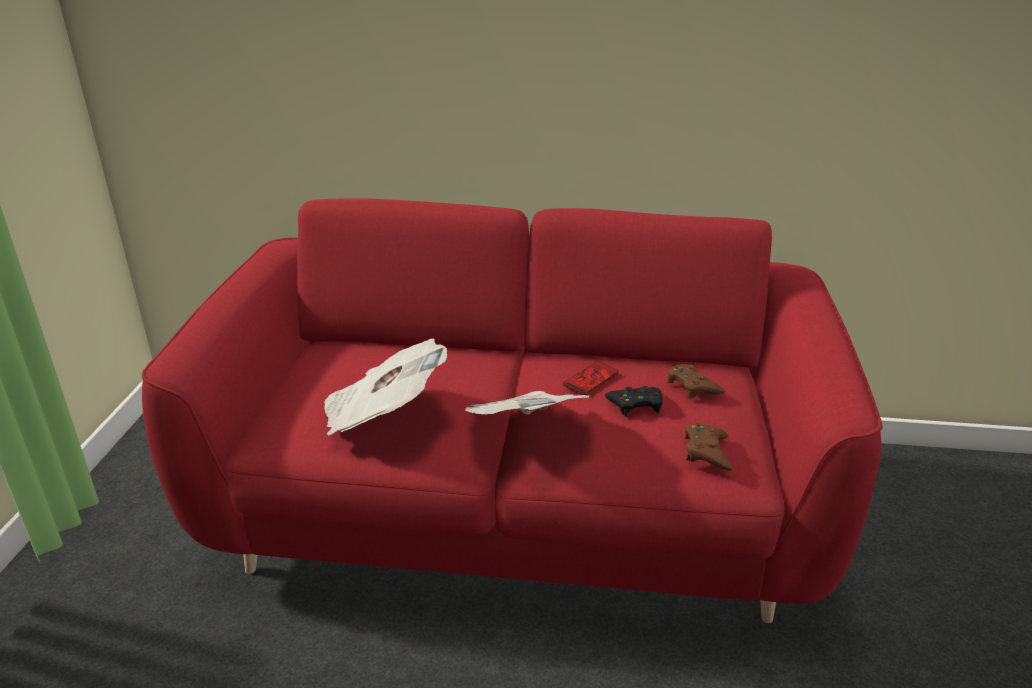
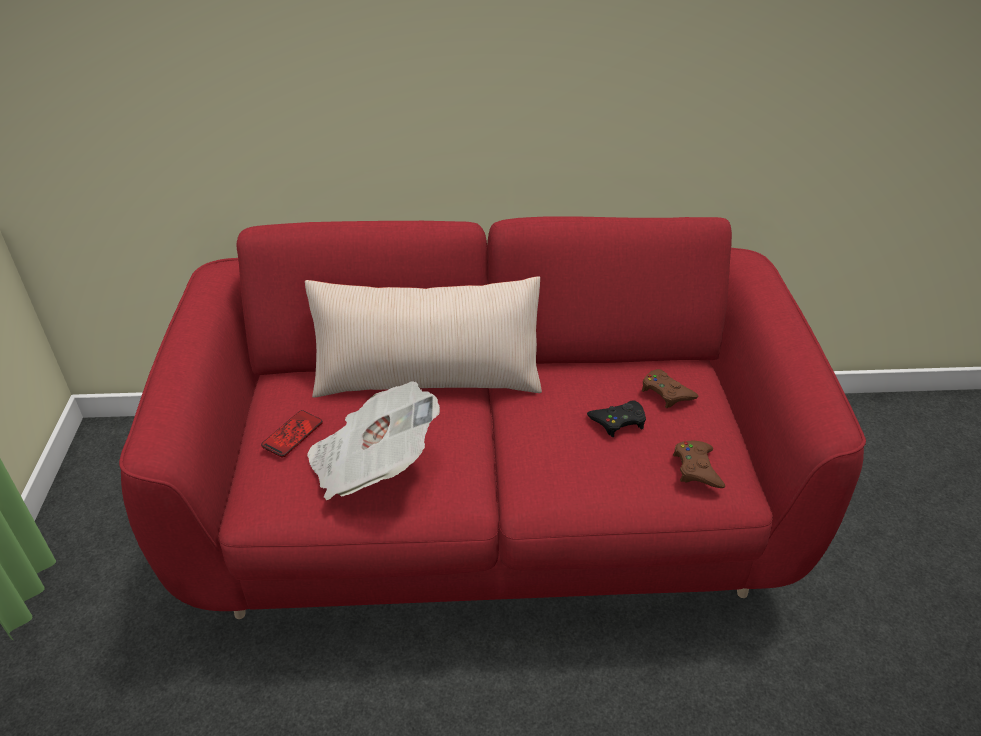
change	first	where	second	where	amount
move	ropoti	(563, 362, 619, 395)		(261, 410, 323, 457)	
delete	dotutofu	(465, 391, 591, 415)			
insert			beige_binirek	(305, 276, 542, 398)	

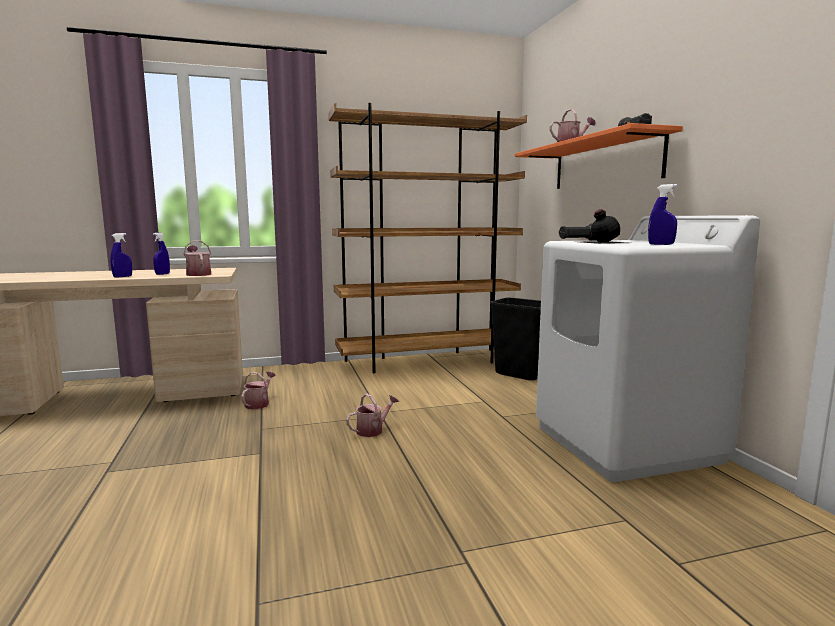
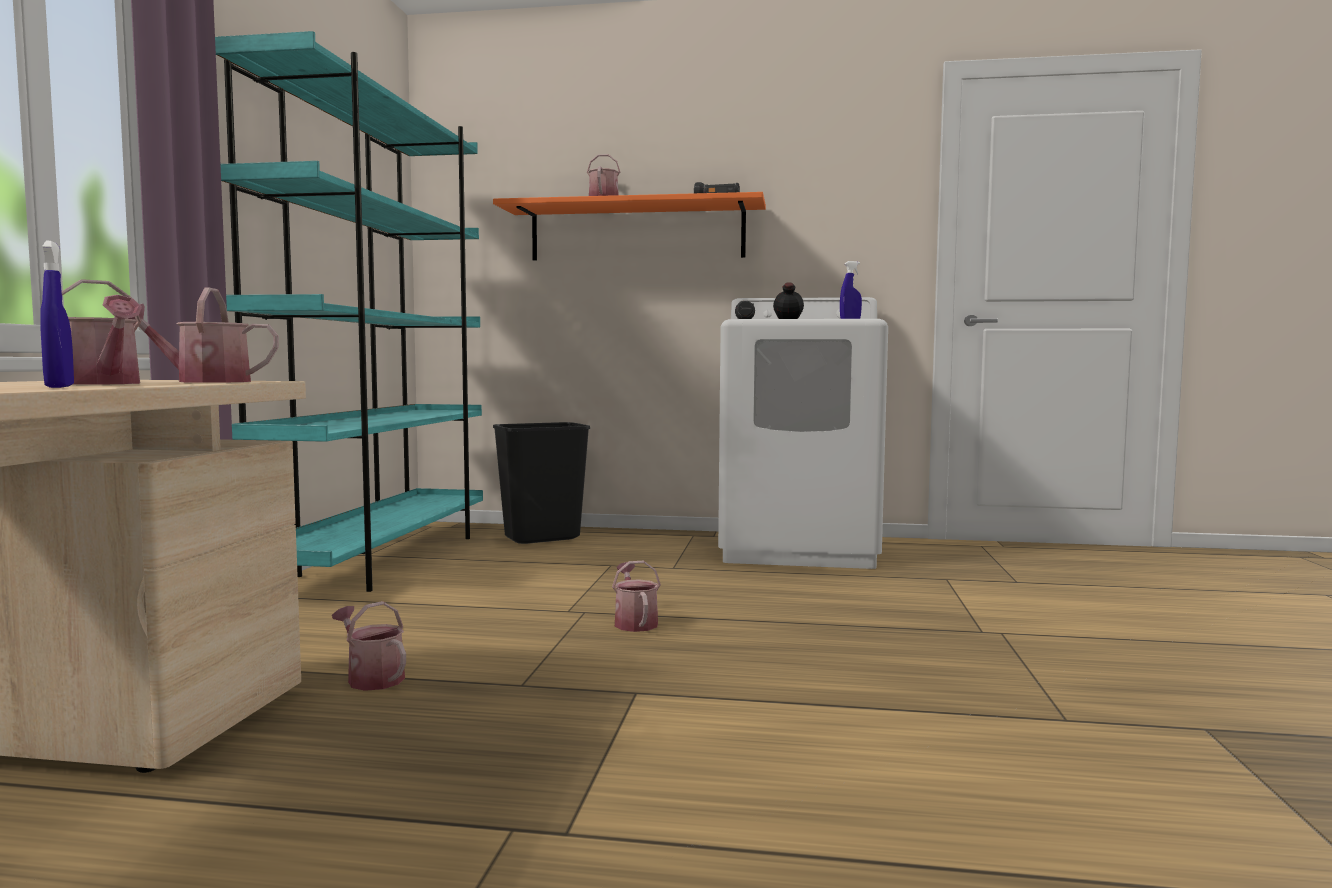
change	first	where	second	where	amount
recolor	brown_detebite	(328, 103, 527, 373)	turquoise_detebite	(215, 31, 483, 592)	
replace	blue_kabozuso	(153, 233, 170, 275)	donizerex	(61, 279, 142, 385)	

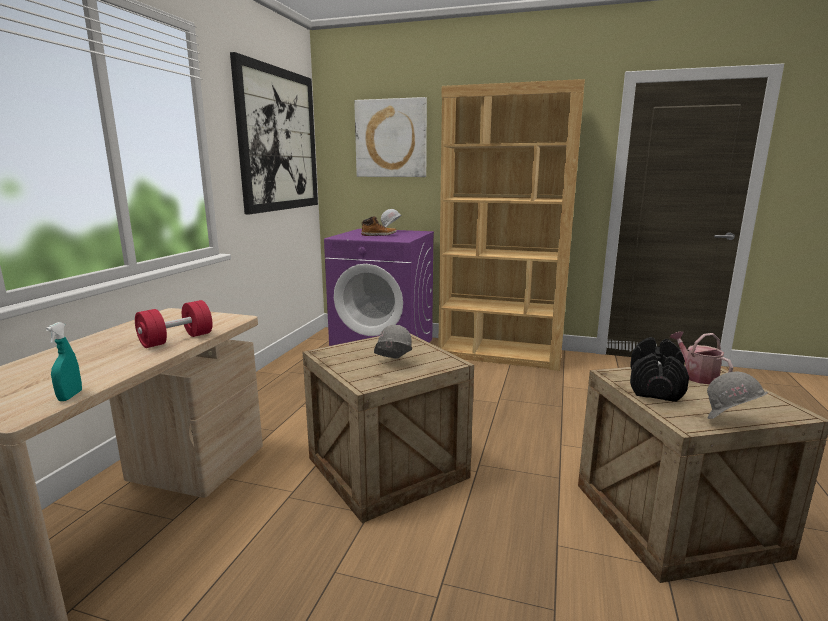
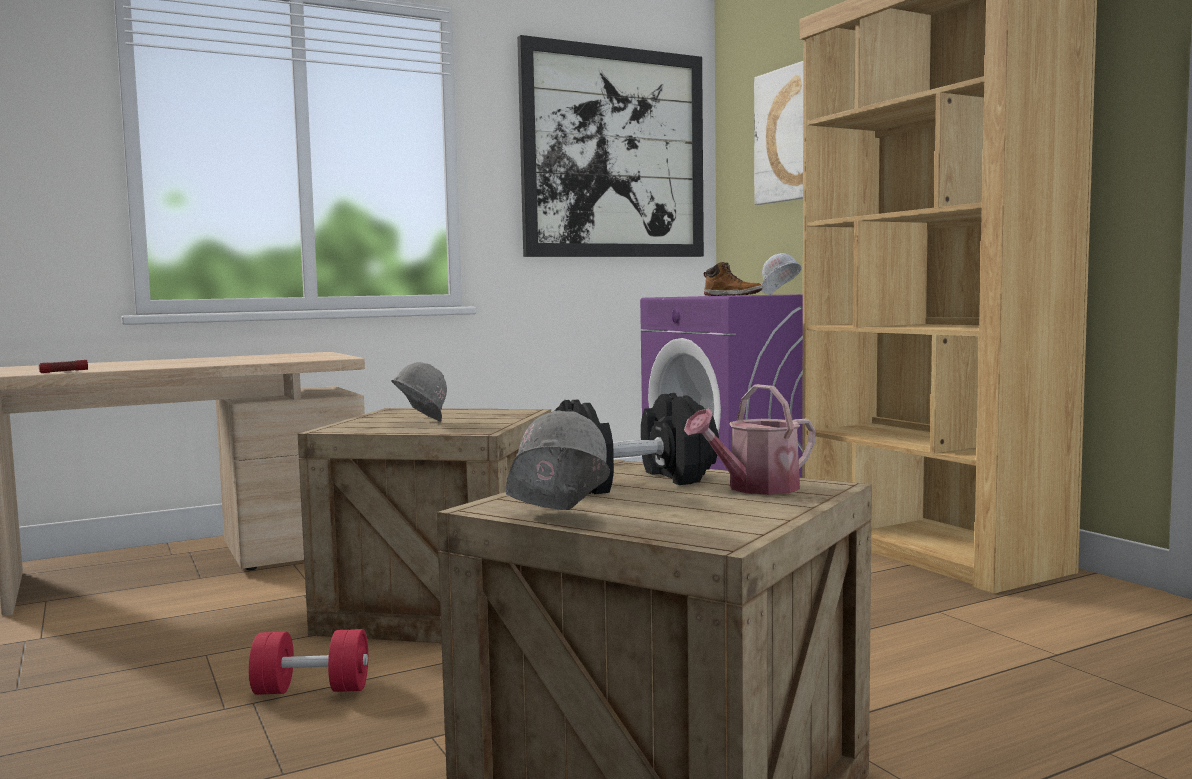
change	first	where	second	where	amount
move	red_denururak	(135, 300, 212, 348)		(249, 629, 368, 695)	
replace	turquoise_kabozuso	(46, 322, 82, 401)	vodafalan	(39, 360, 88, 373)	
rotate	donizerex	(670, 331, 733, 384)		(684, 384, 816, 495)	150 degrees counterclockwise

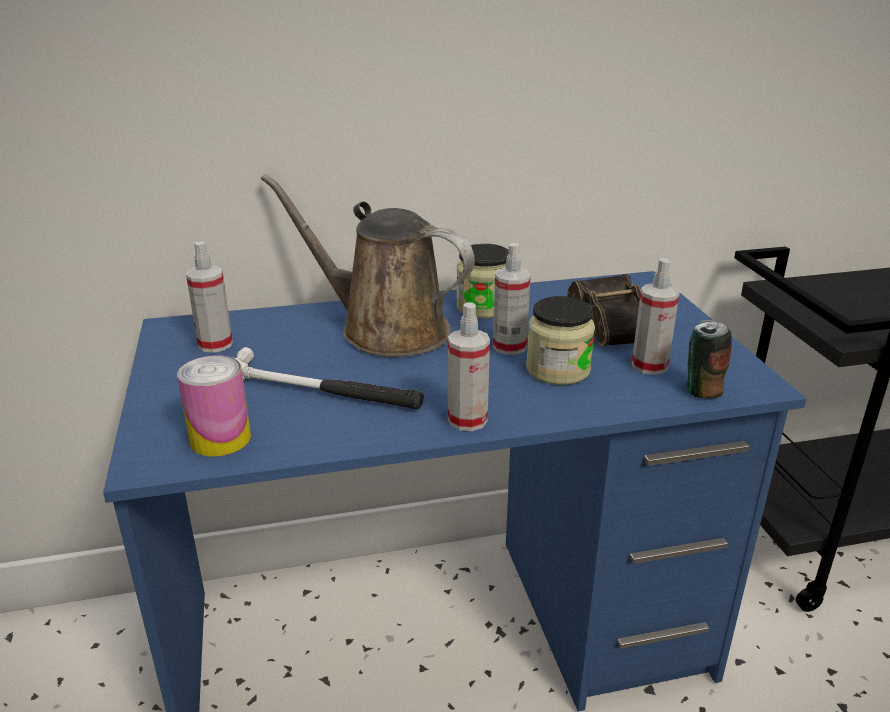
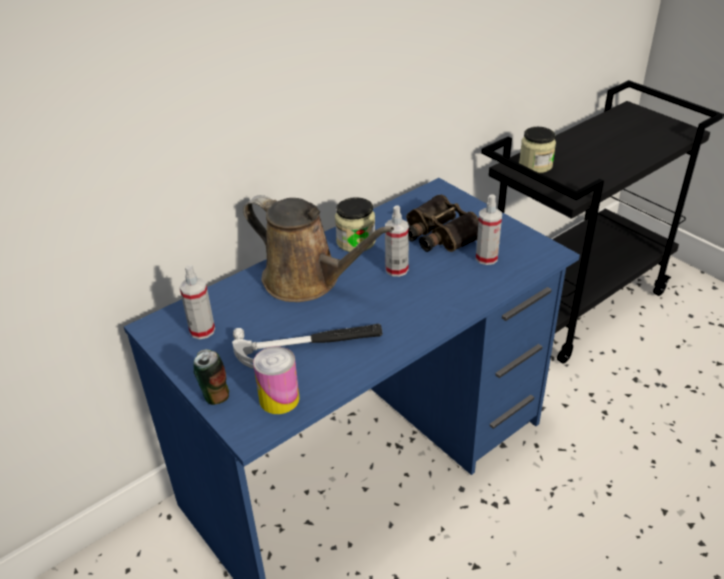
change	first	where	second	where	amount
rotate	brown_donizerex	(261, 174, 475, 357)		(243, 195, 394, 302)	150 degrees counterclockwise
move	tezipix	(526, 296, 595, 385)		(519, 127, 556, 173)	
delete	kabozuso	(448, 302, 490, 431)			
move	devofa	(686, 320, 731, 399)		(194, 349, 229, 405)	

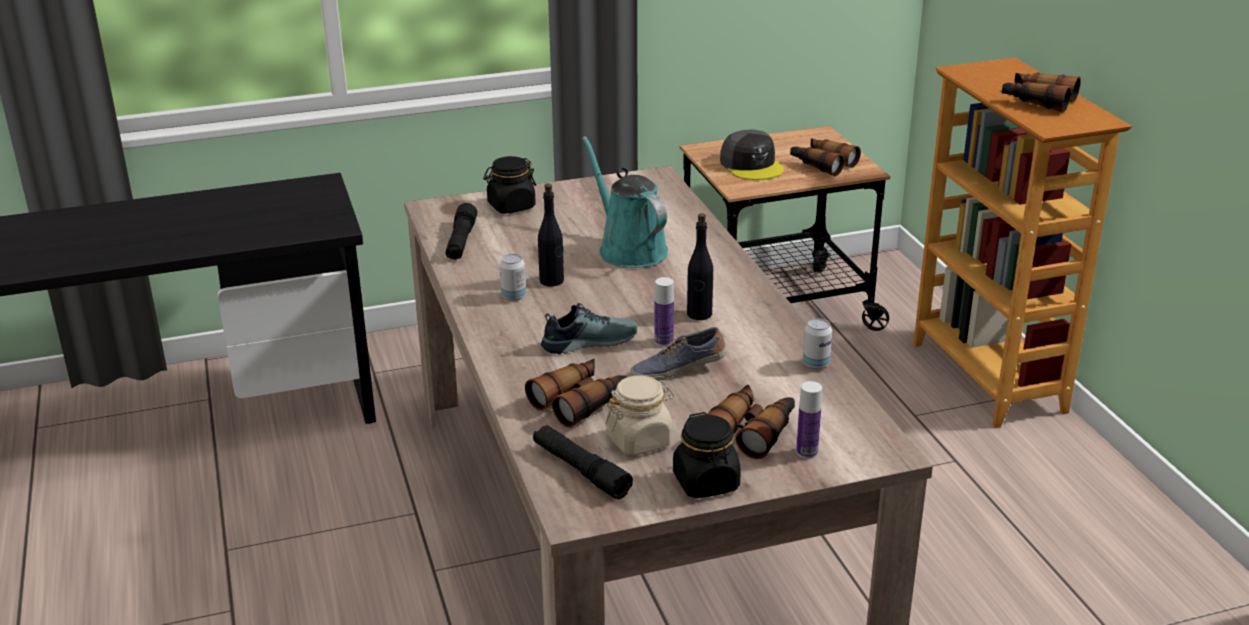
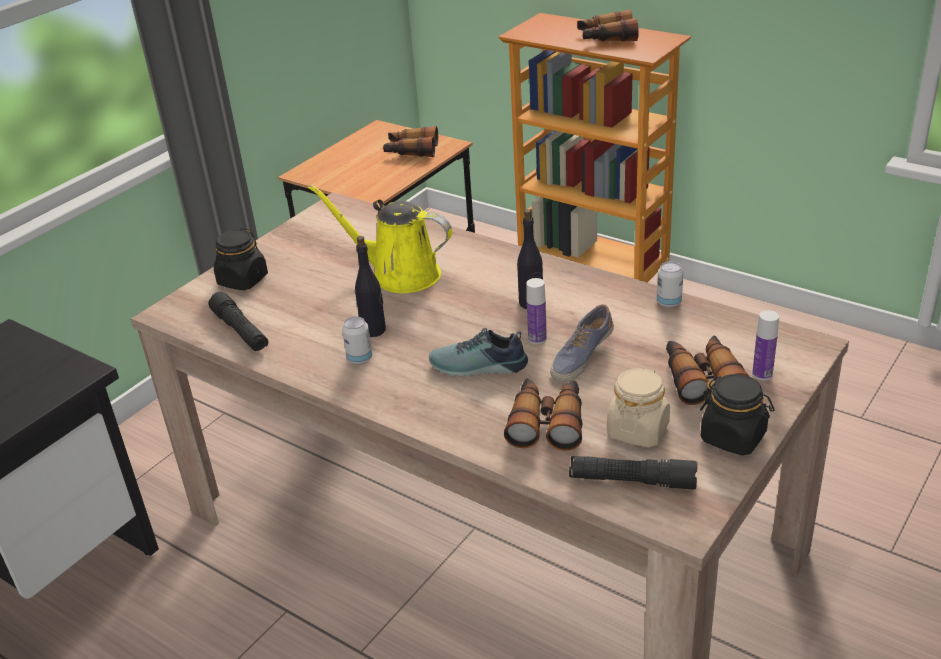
change	first	where	second	where	amount
delete	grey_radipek	(720, 129, 784, 180)			
recolor	turquoise_donizerex	(582, 136, 668, 268)	yellow_donizerex	(308, 185, 452, 293)	
rotate	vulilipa	(541, 303, 637, 354)		(429, 328, 528, 377)	120 degrees counterclockwise

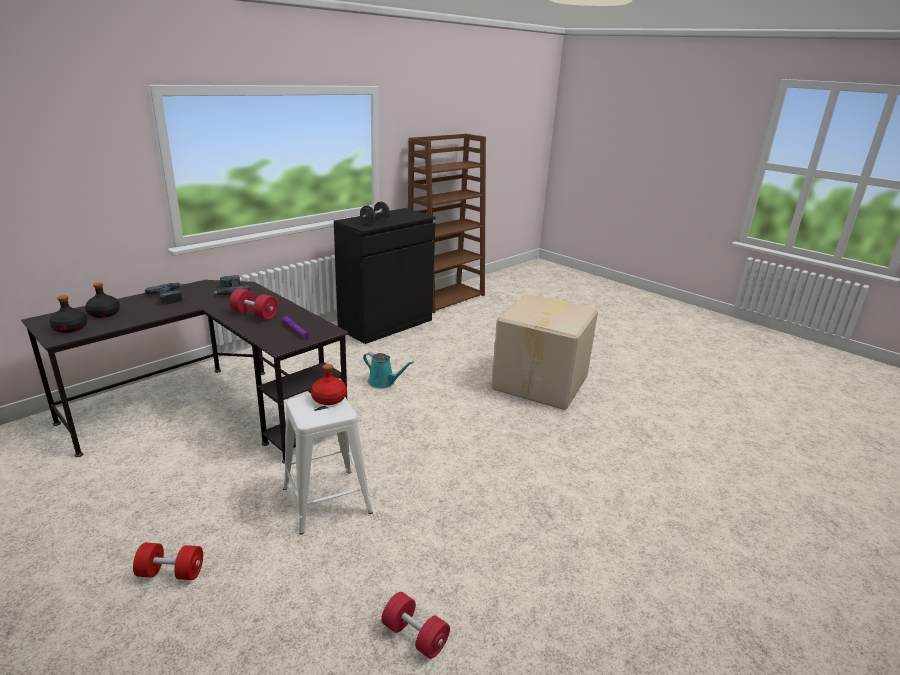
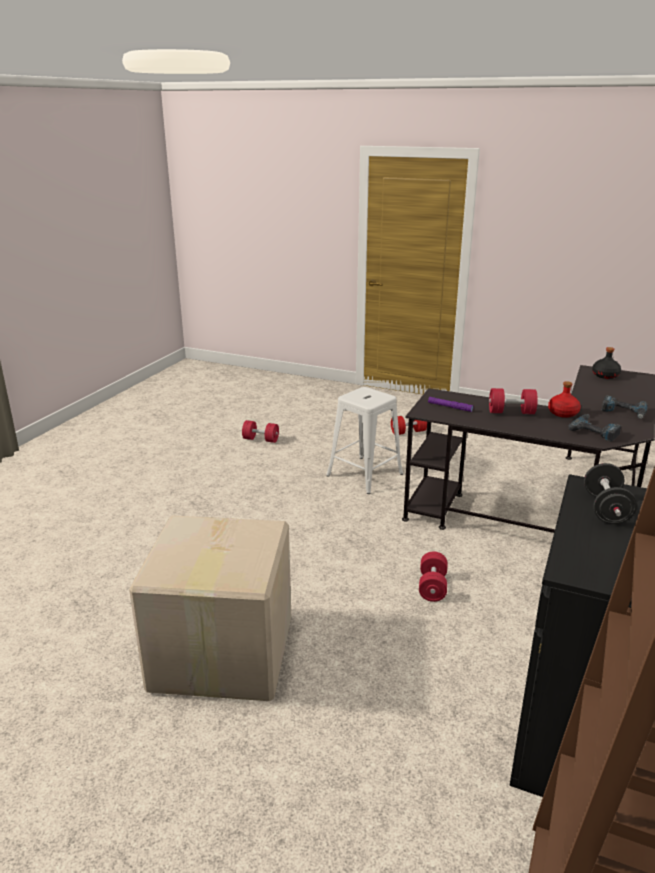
change	first	where	second	where	amount
delete	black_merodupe	(85, 282, 120, 318)			
replace	turquoise_donizerex	(363, 352, 414, 389)	red_denururak	(419, 551, 447, 602)	
move	red_merodupe	(311, 364, 347, 405)		(548, 381, 581, 418)	

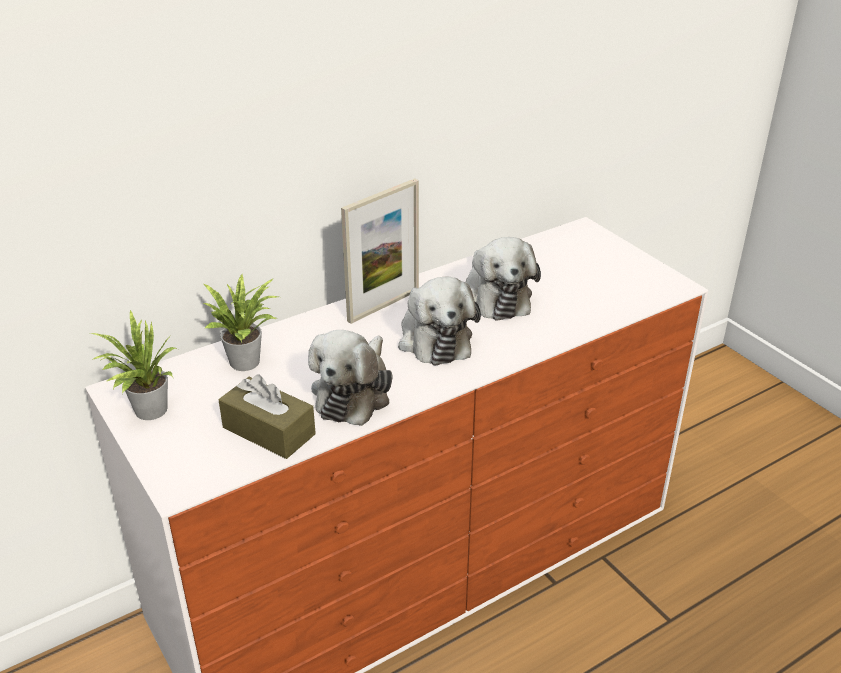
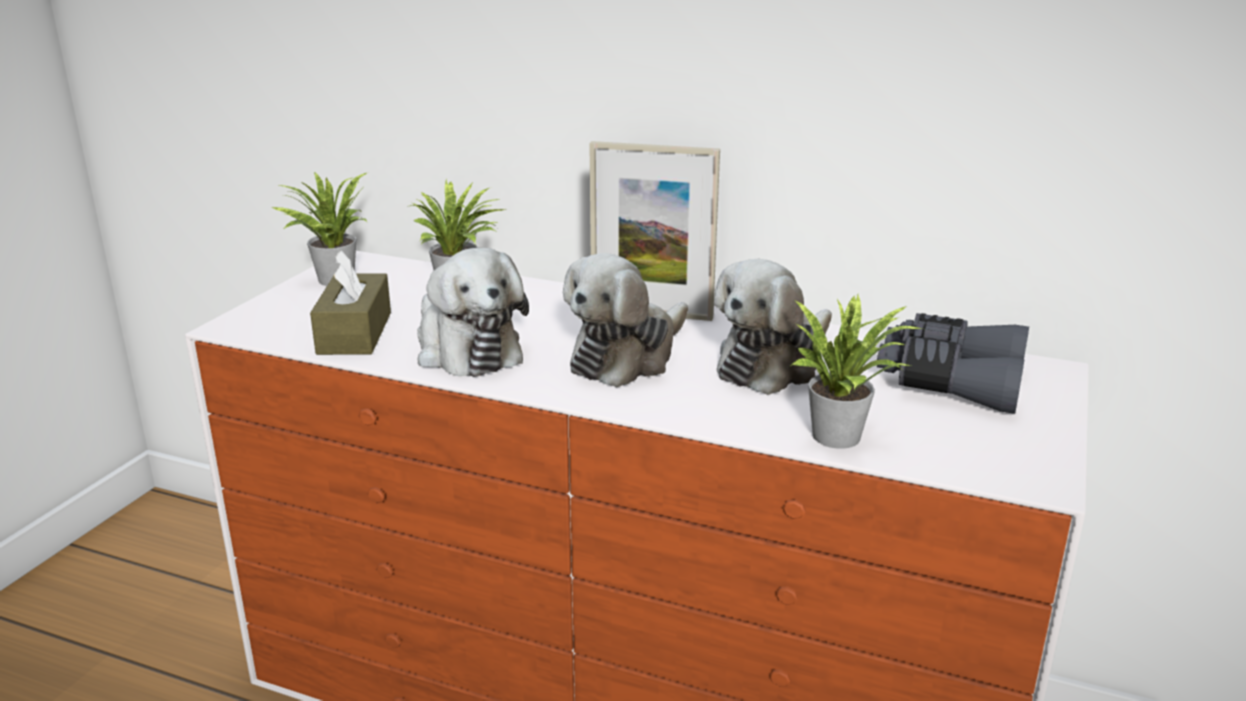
change	first	where	second	where	amount
rotate	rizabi	(308, 330, 393, 426)		(417, 248, 529, 377)	105 degrees counterclockwise
insert			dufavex	(791, 295, 923, 449)	
insert			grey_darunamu	(877, 313, 1029, 414)	

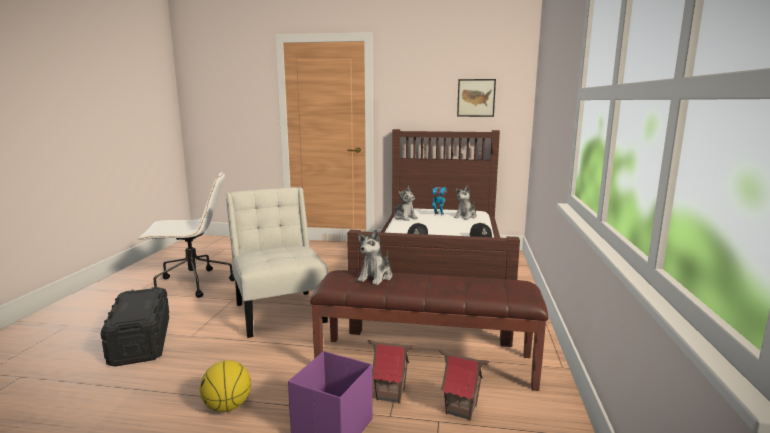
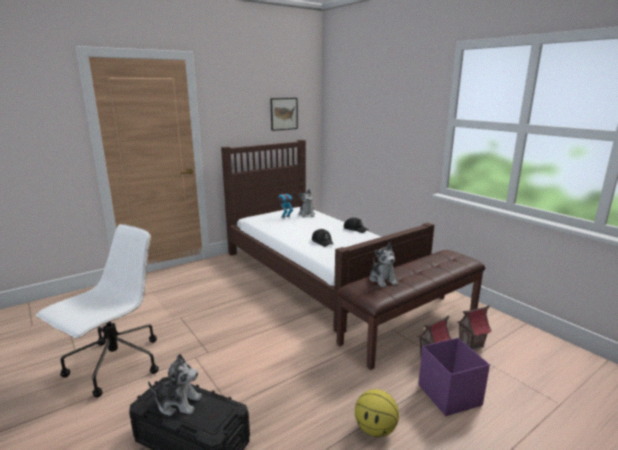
change	first	where	second	where	amount
move	rizabi	(394, 186, 418, 221)		(148, 354, 202, 416)	
delete	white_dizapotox	(226, 187, 328, 338)			

